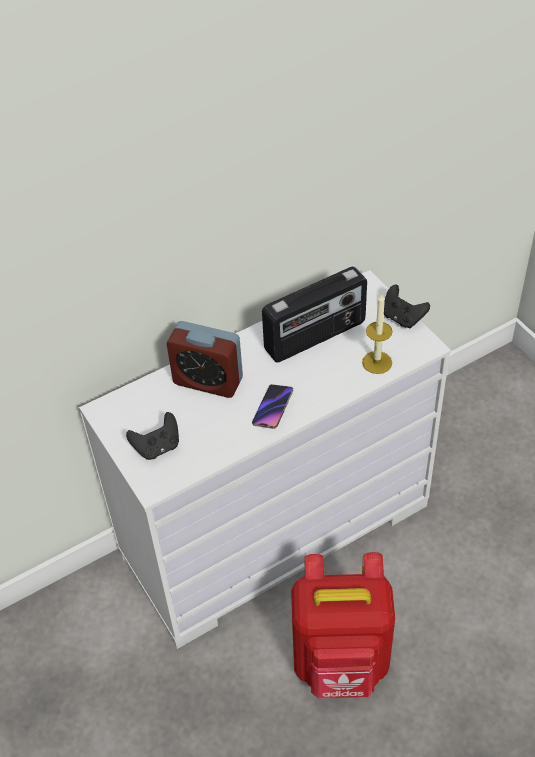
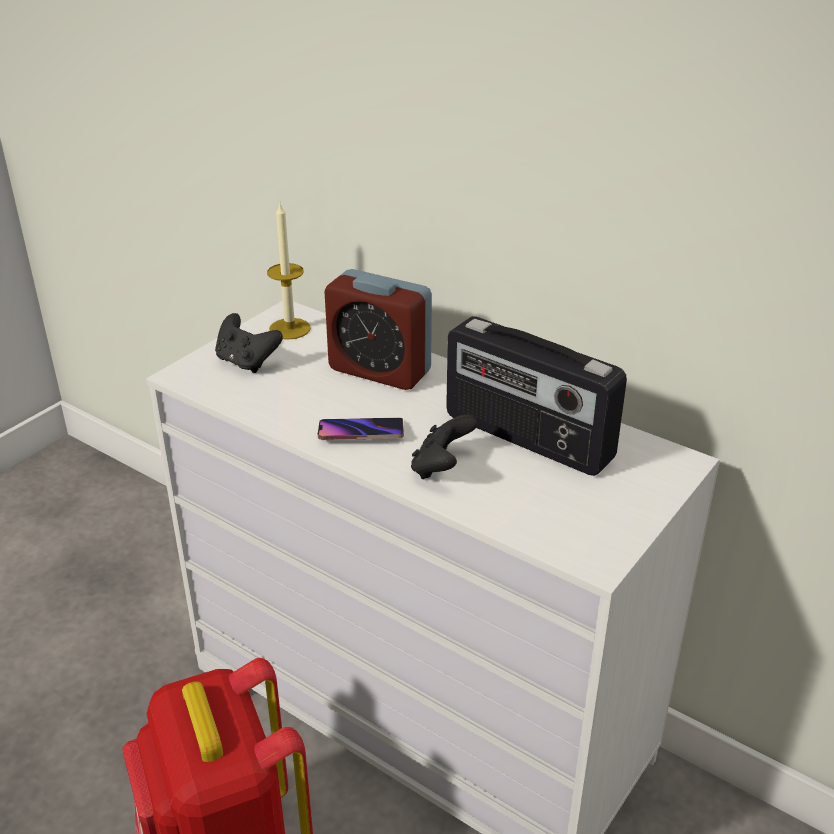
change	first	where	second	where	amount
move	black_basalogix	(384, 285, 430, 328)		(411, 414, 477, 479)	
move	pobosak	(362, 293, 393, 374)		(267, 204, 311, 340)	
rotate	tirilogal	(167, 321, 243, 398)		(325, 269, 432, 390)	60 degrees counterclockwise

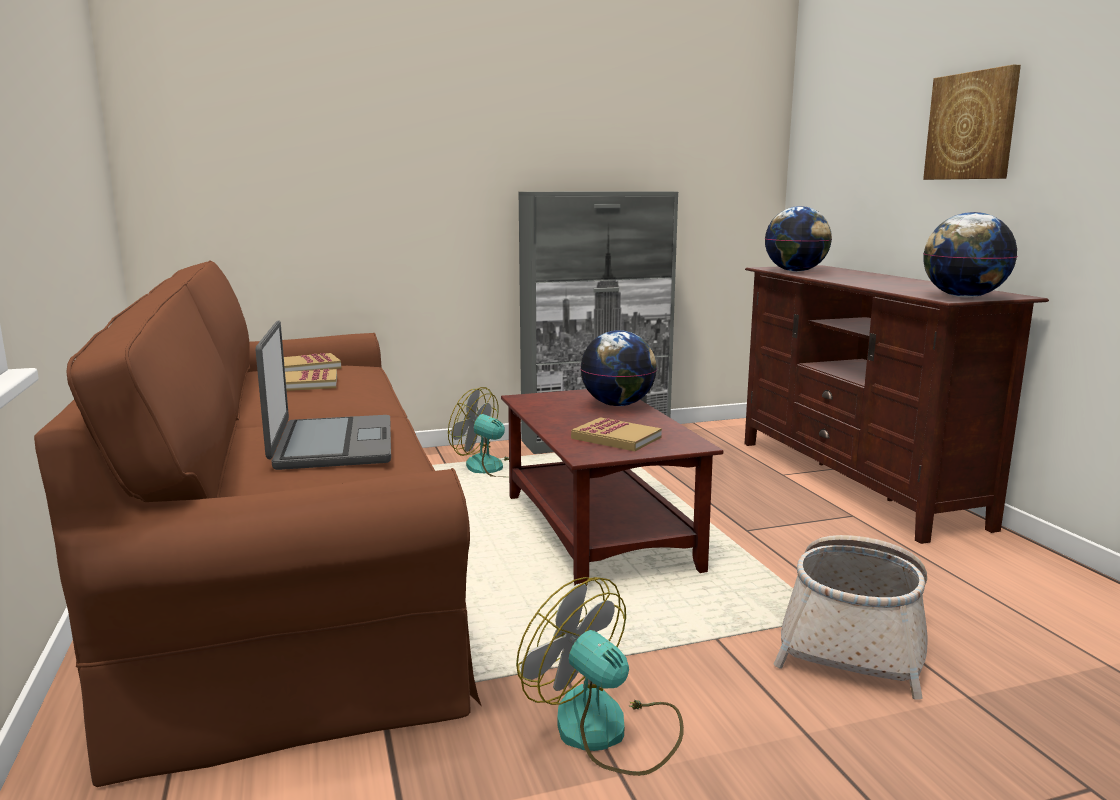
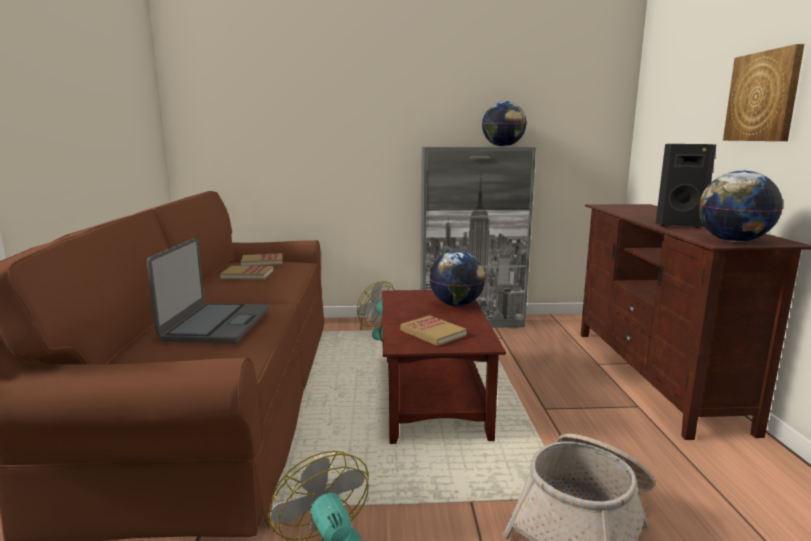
change	first	where	second	where	amount
move	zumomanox	(765, 206, 832, 272)		(482, 101, 526, 147)	
insert			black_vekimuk	(656, 144, 716, 228)	

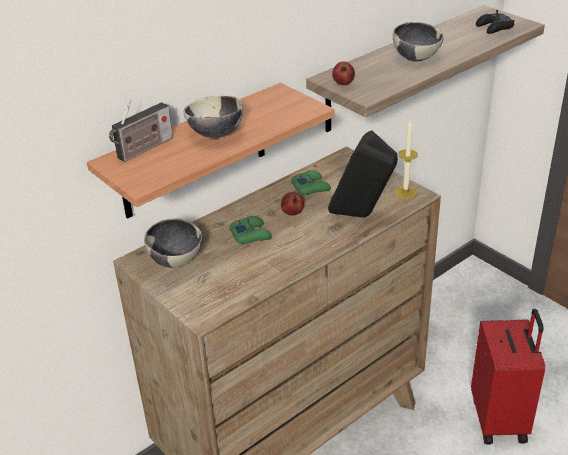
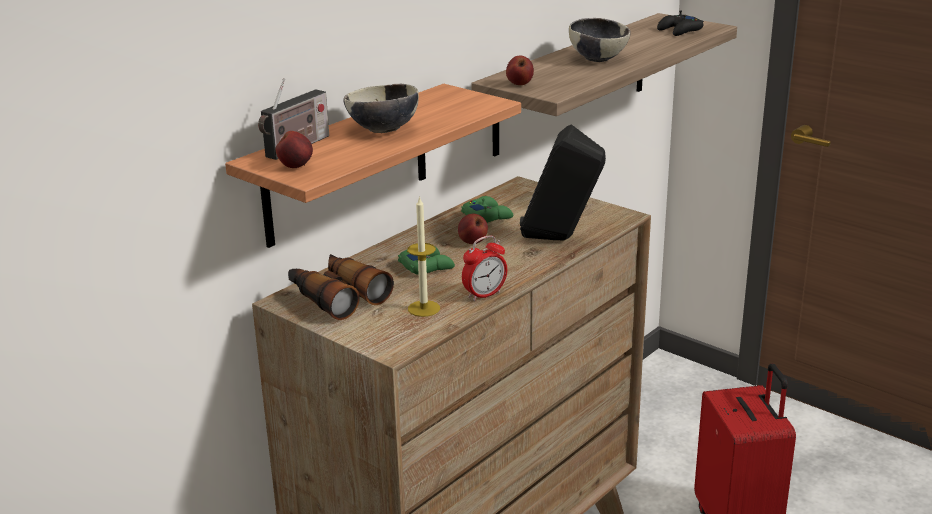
change	first	where	second	where	amount
move	pobosak	(395, 121, 418, 199)		(408, 196, 440, 317)	
replace	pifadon	(144, 218, 203, 268)	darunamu	(288, 254, 394, 320)	
insert			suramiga	(276, 131, 313, 168)	
insert			tirilogal	(462, 236, 507, 301)	

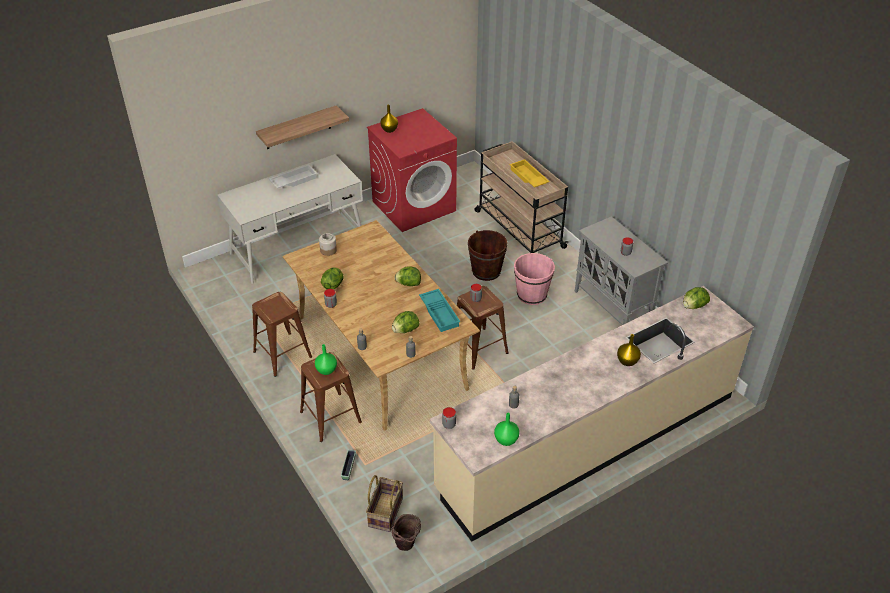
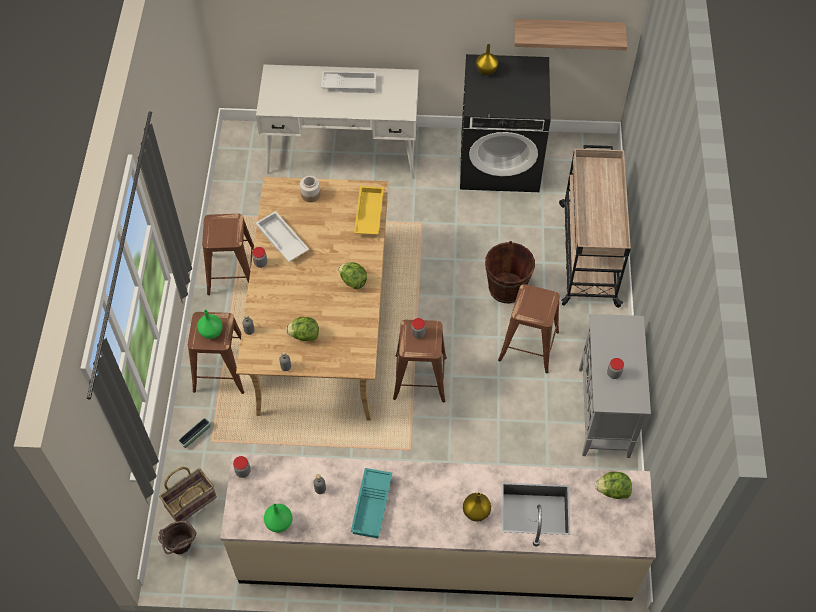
change	first	where	second	where	amount
move	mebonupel	(256, 105, 349, 149)		(514, 19, 627, 50)	
recolor	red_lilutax	(367, 108, 457, 232)	black_lilutax	(460, 54, 551, 192)	
move	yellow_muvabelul	(510, 159, 550, 188)		(354, 186, 384, 235)	
replace	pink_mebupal	(514, 253, 555, 305)	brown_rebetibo	(498, 284, 560, 373)	
replace	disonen	(321, 267, 344, 289)	white_muvabelul	(256, 211, 309, 262)	
move	turquoise_muvabelul	(419, 289, 461, 332)		(351, 468, 392, 538)	

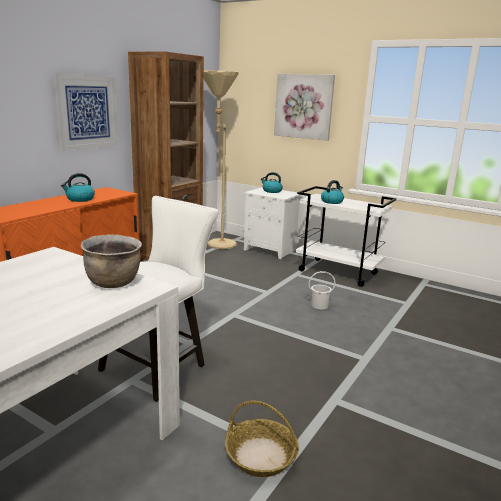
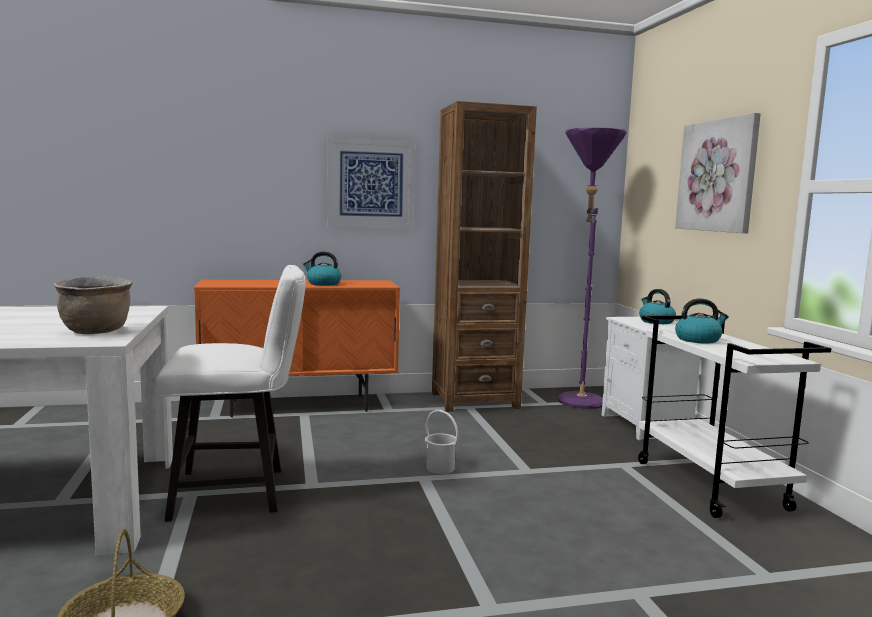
change	first	where	second	where	amount
recolor	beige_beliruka	(204, 70, 239, 249)	purple_beliruka	(558, 127, 627, 409)	
move	white_mebupal	(309, 271, 335, 309)		(425, 410, 459, 474)	

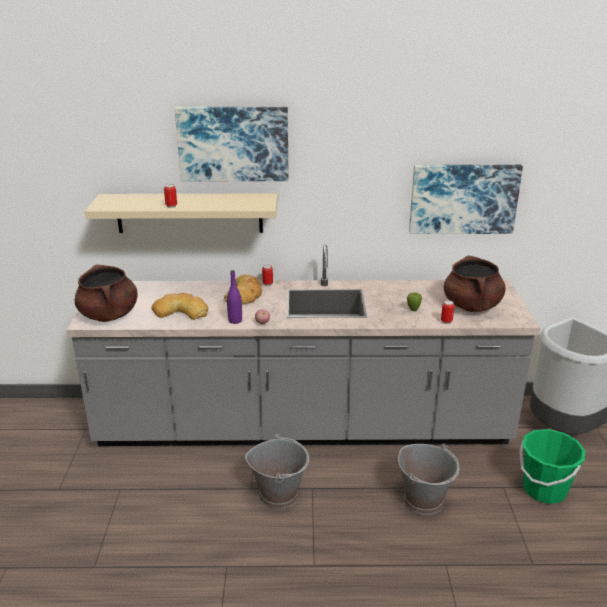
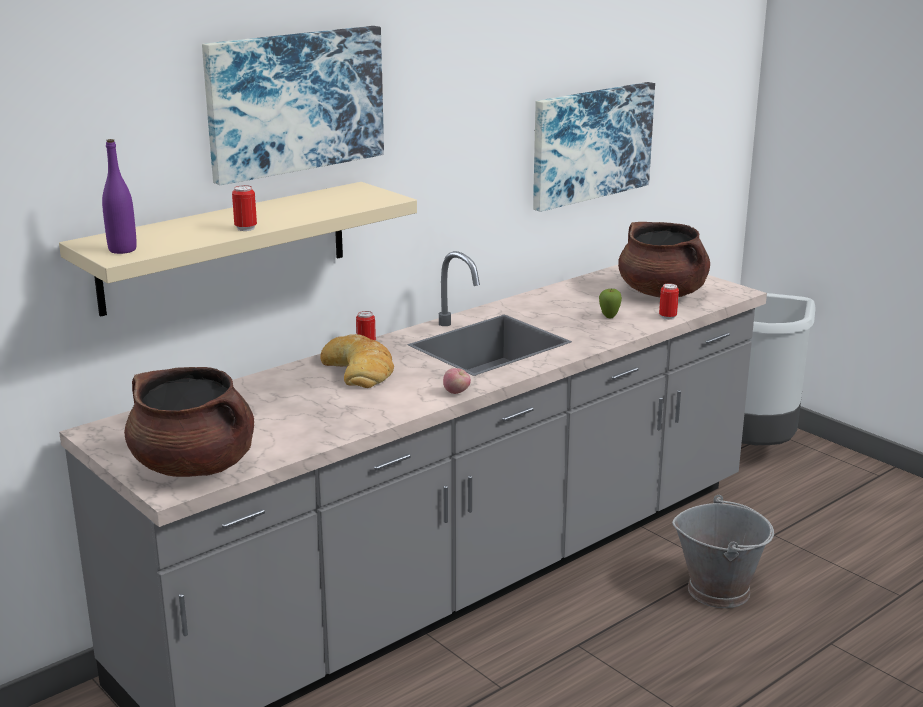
change	first	where	second	where	amount
move	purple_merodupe	(227, 270, 242, 324)		(102, 139, 137, 254)	
delete	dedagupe	(151, 293, 208, 320)			
delete	green_mebupal	(519, 429, 585, 504)			
delete	grey_mebupal	(245, 434, 309, 509)			

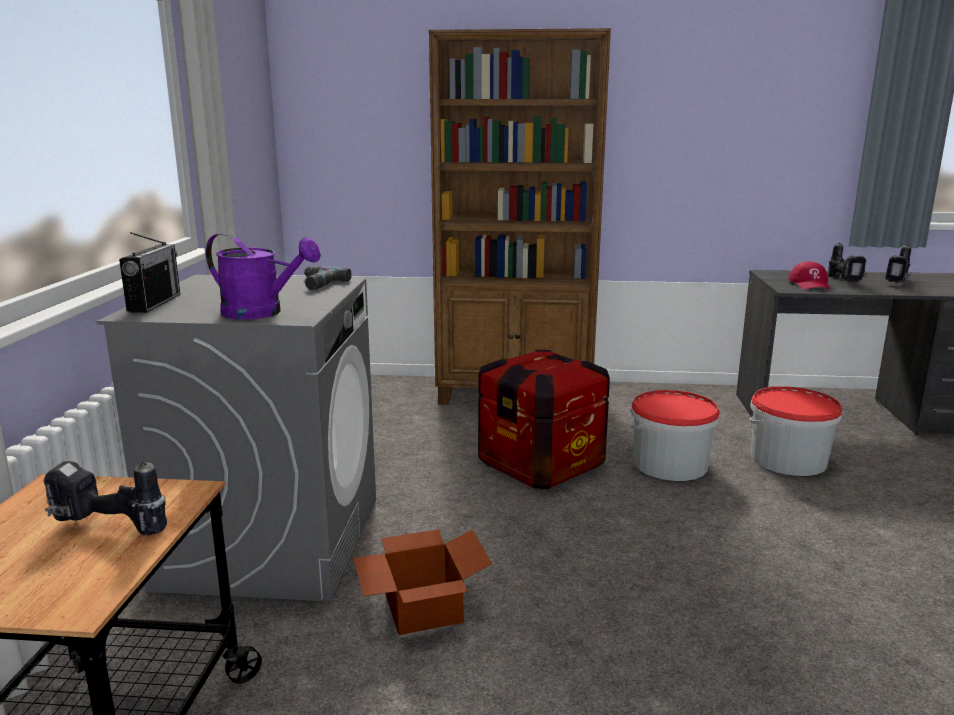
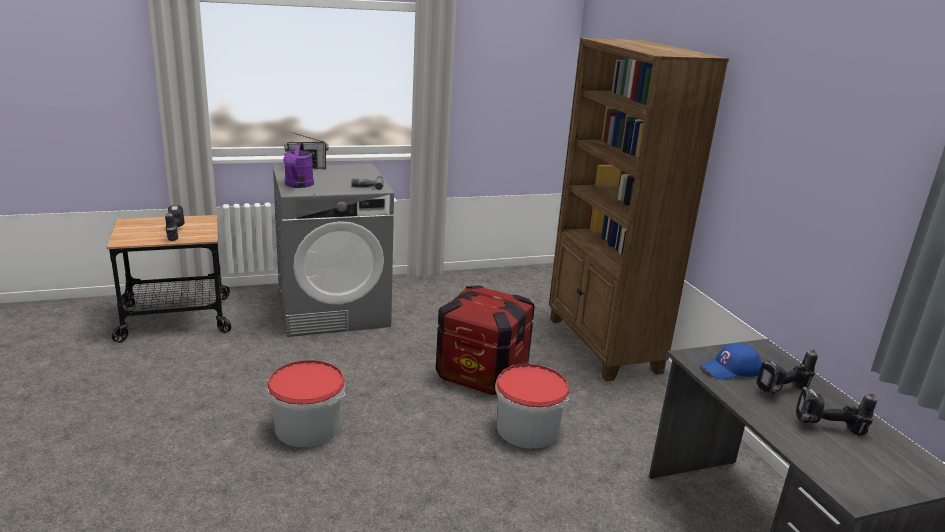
change	first	where	second	where	amount
recolor	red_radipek	(788, 261, 830, 290)	blue_radipek	(701, 343, 762, 379)	
move	mebupal	(750, 386, 842, 476)		(267, 360, 345, 447)	
delete	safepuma	(353, 529, 492, 635)			

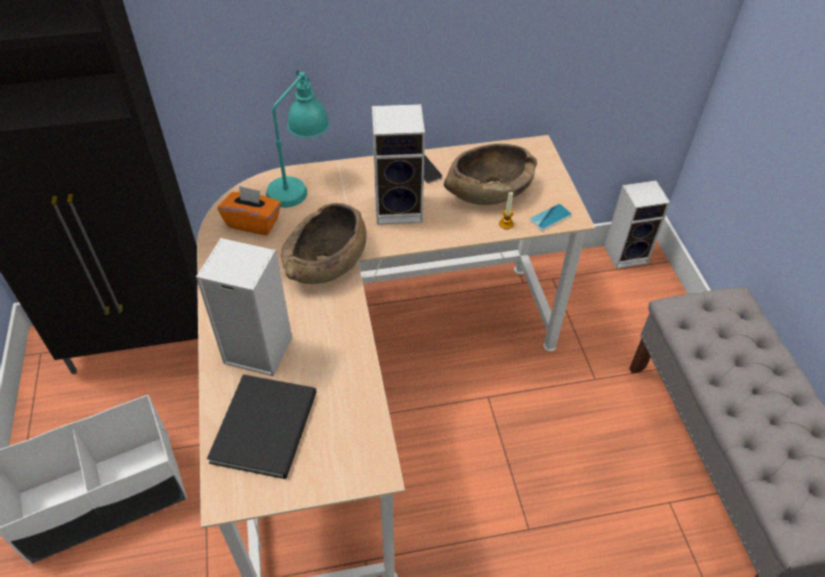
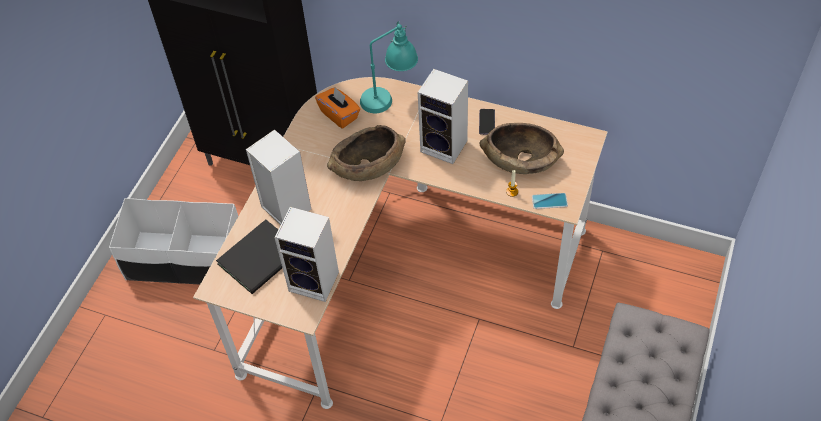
change	first	where	second	where	amount
move	vekimuk	(604, 181, 670, 269)		(274, 207, 339, 302)	

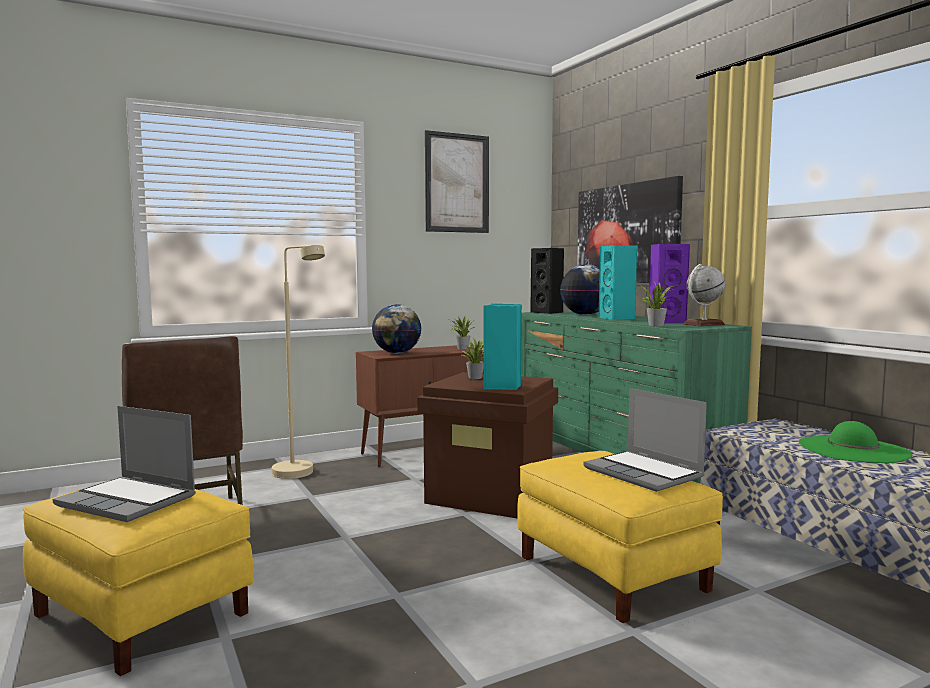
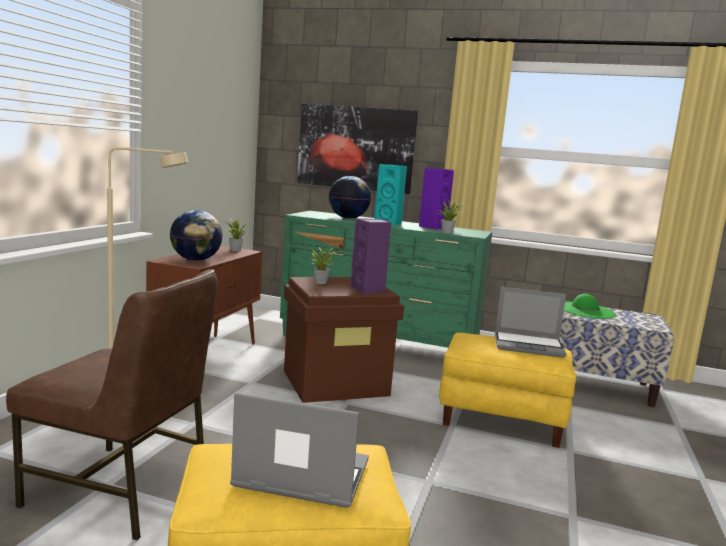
change	first	where	second	where	amount
delete	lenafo	(425, 130, 489, 233)			
delete	black_vekimuk	(530, 248, 564, 314)			
delete	zumomanox	(683, 264, 725, 326)			
recolor	turquoise_vekimuk	(483, 304, 522, 390)	purple_vekimuk	(350, 218, 391, 295)	
rotate	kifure	(53, 406, 196, 522)		(230, 393, 369, 508)	150 degrees counterclockwise

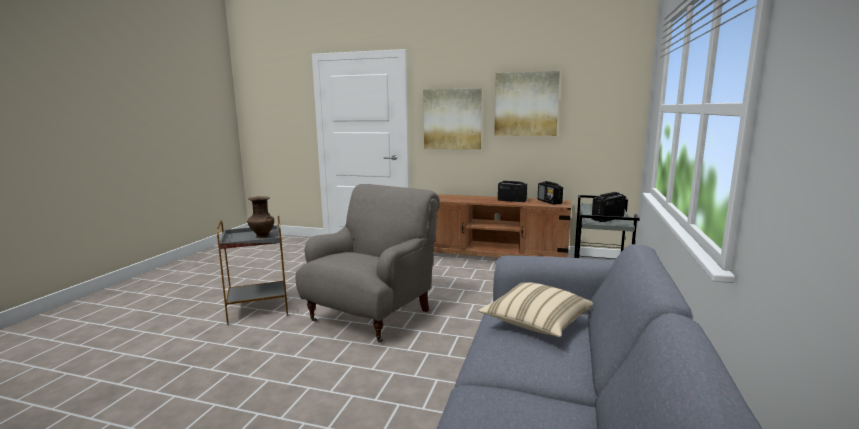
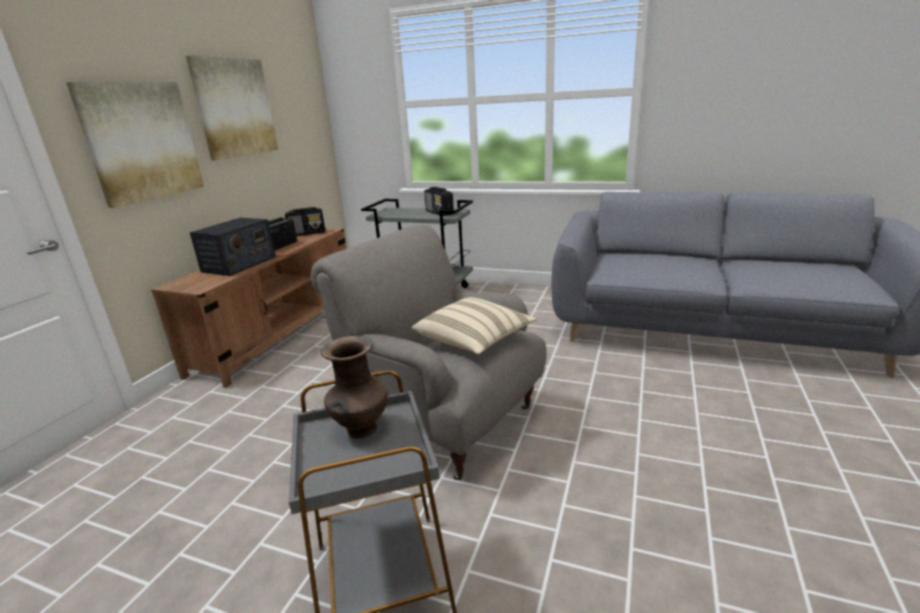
change	first	where	second	where	amount
move	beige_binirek	(479, 282, 593, 337)		(411, 297, 536, 354)	
insert			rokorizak	(190, 218, 276, 276)	

